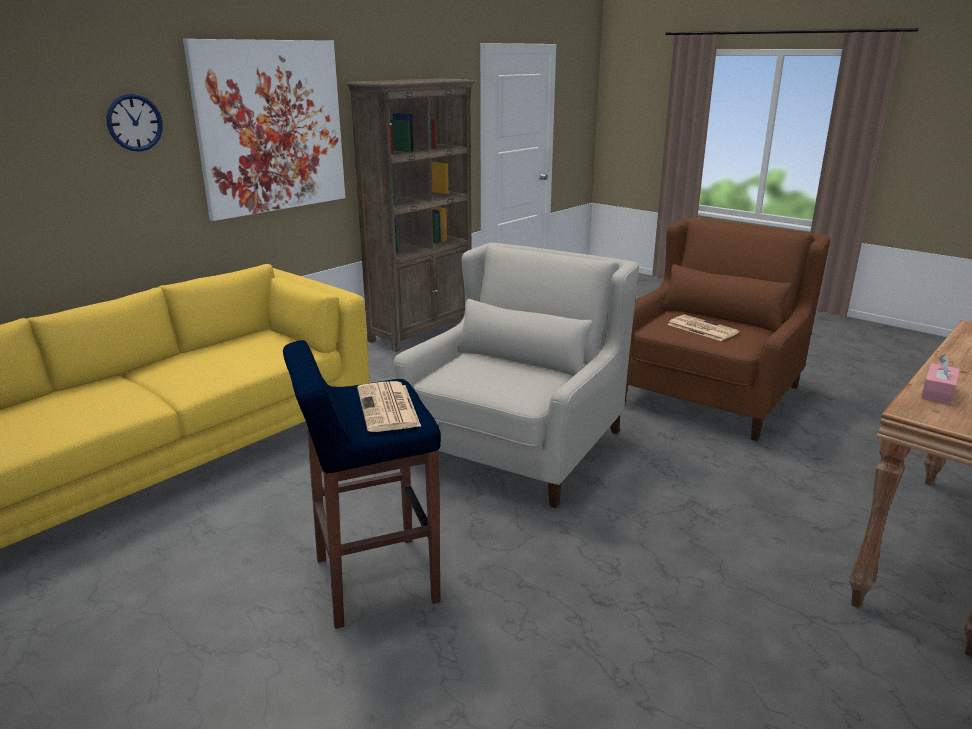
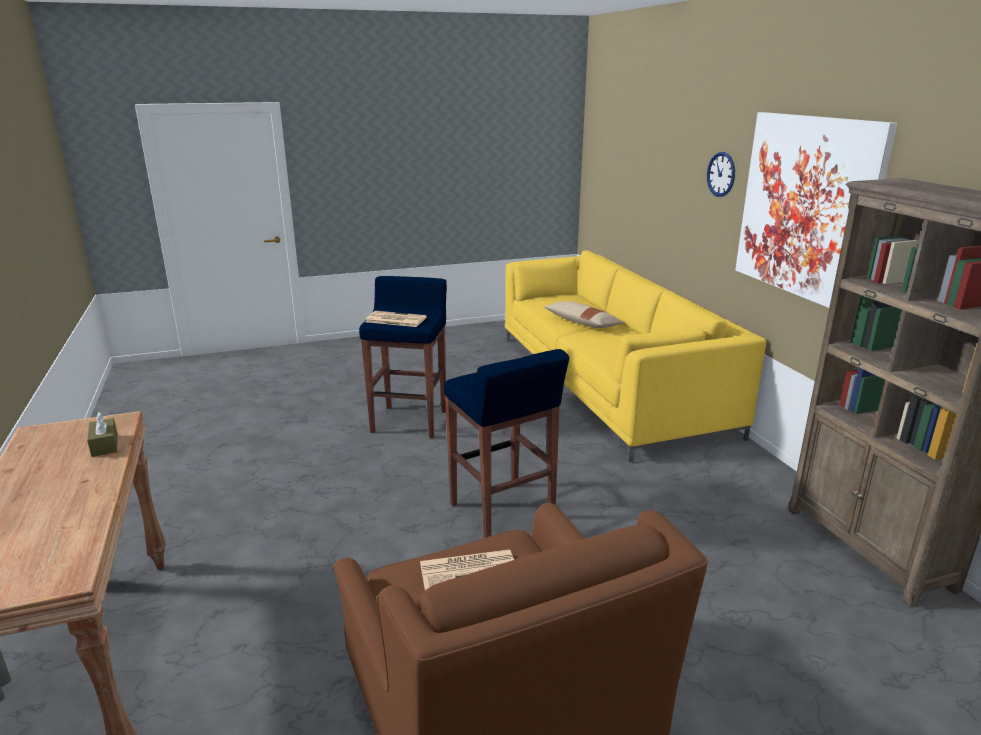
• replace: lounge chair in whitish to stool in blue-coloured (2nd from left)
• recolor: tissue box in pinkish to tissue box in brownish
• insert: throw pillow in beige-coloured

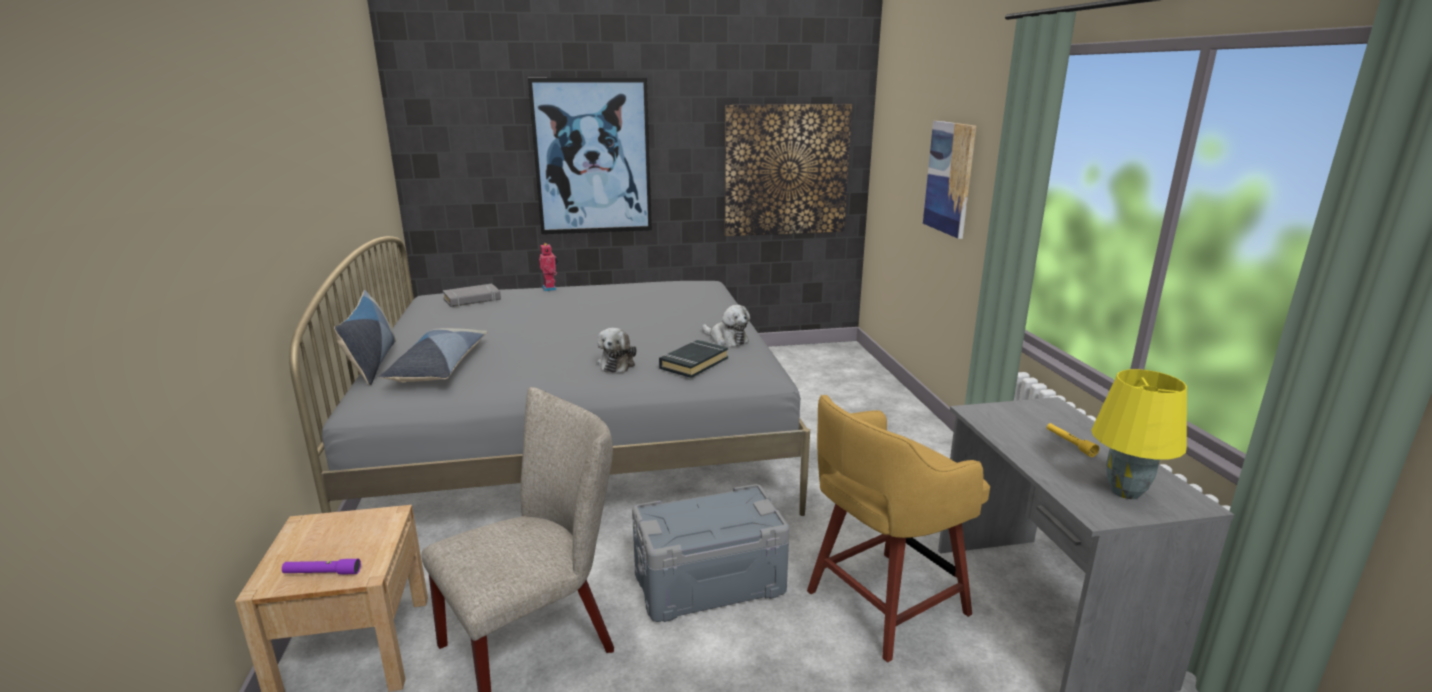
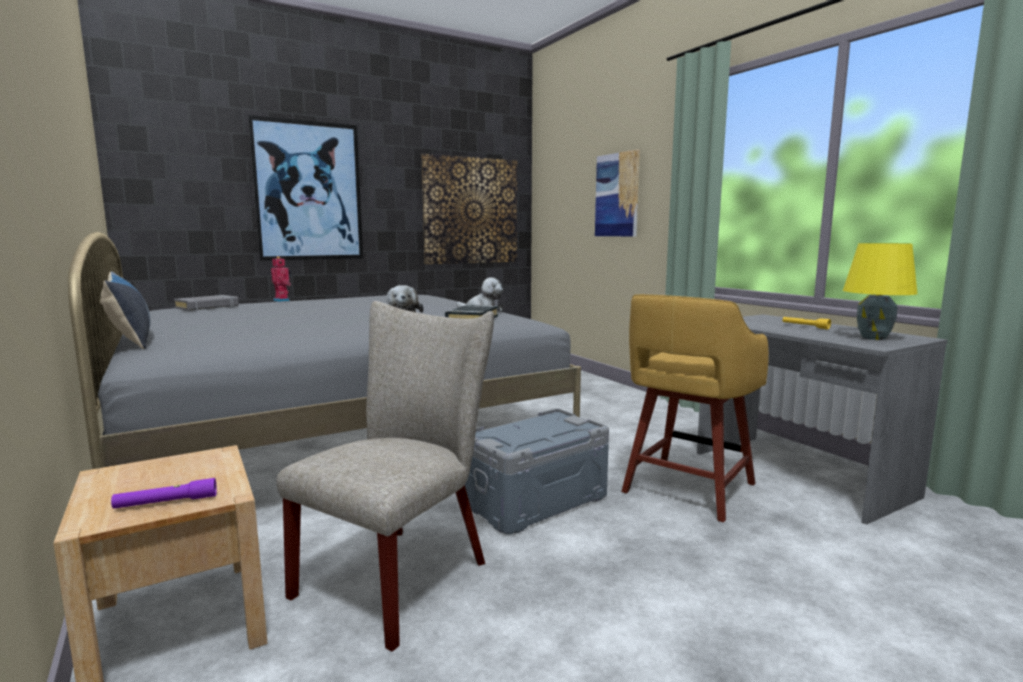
• delete: throw pillow (2nd from left)

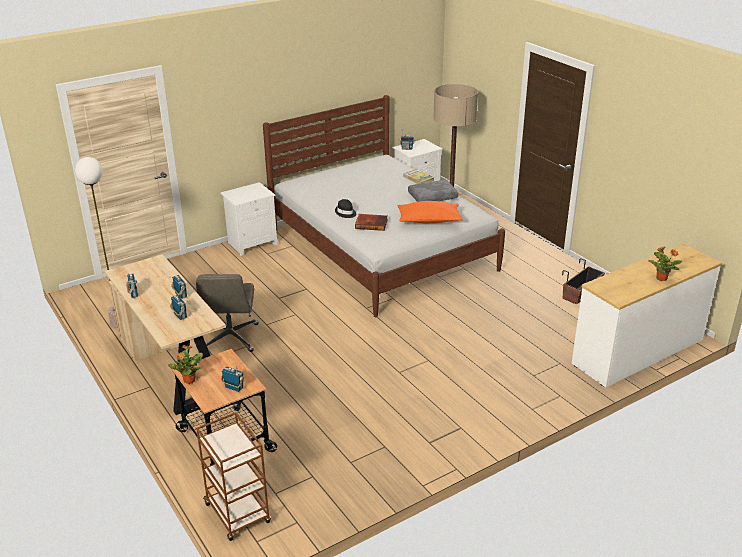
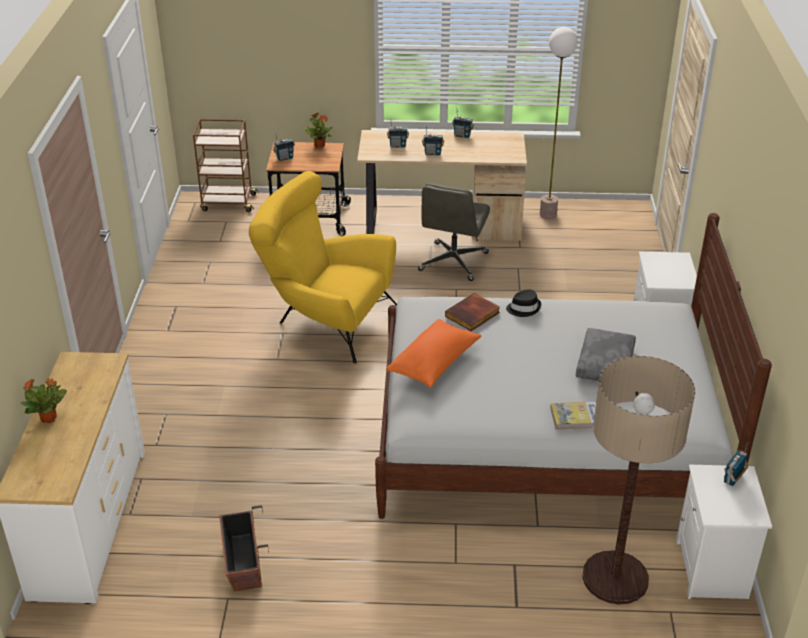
• move: throw pillow in grey
• rotate: office chair in grey 105 degrees counterclockwise
• insert: lounge chair in yellowish

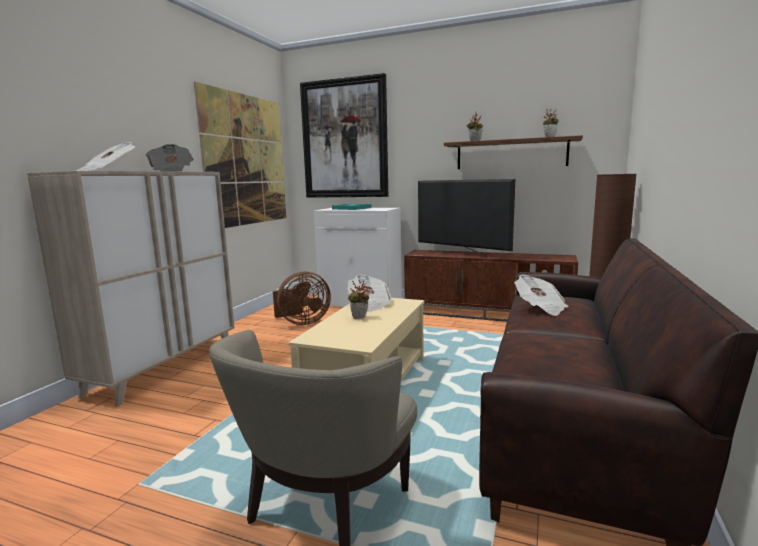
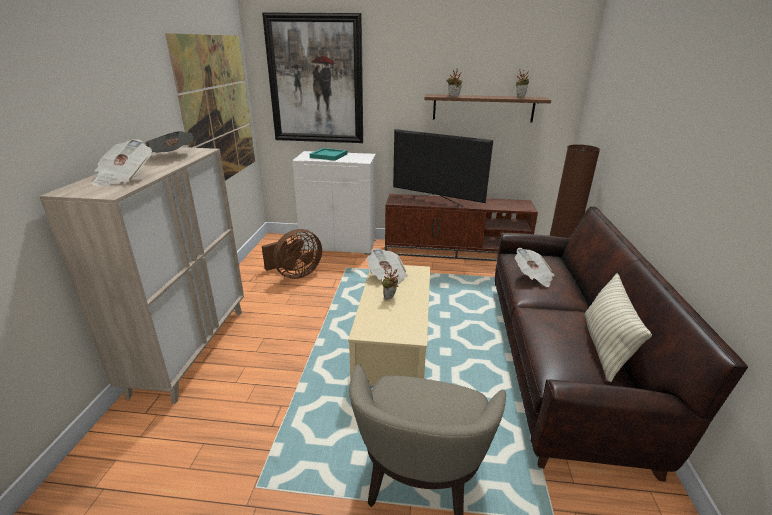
• insert: throw pillow

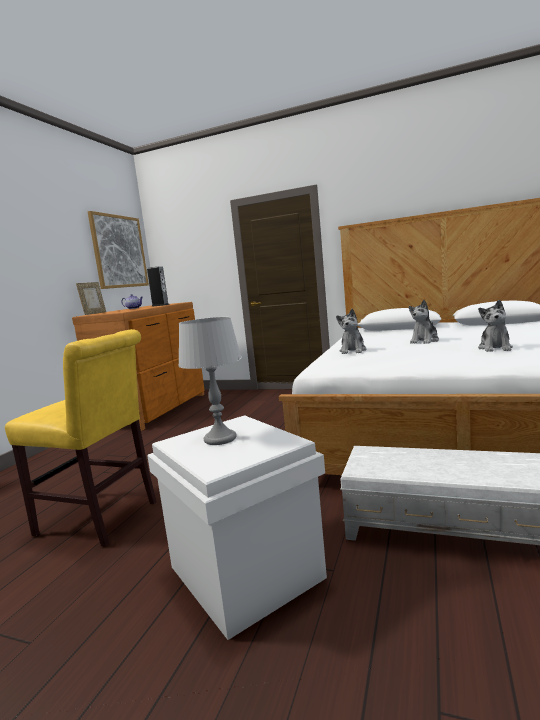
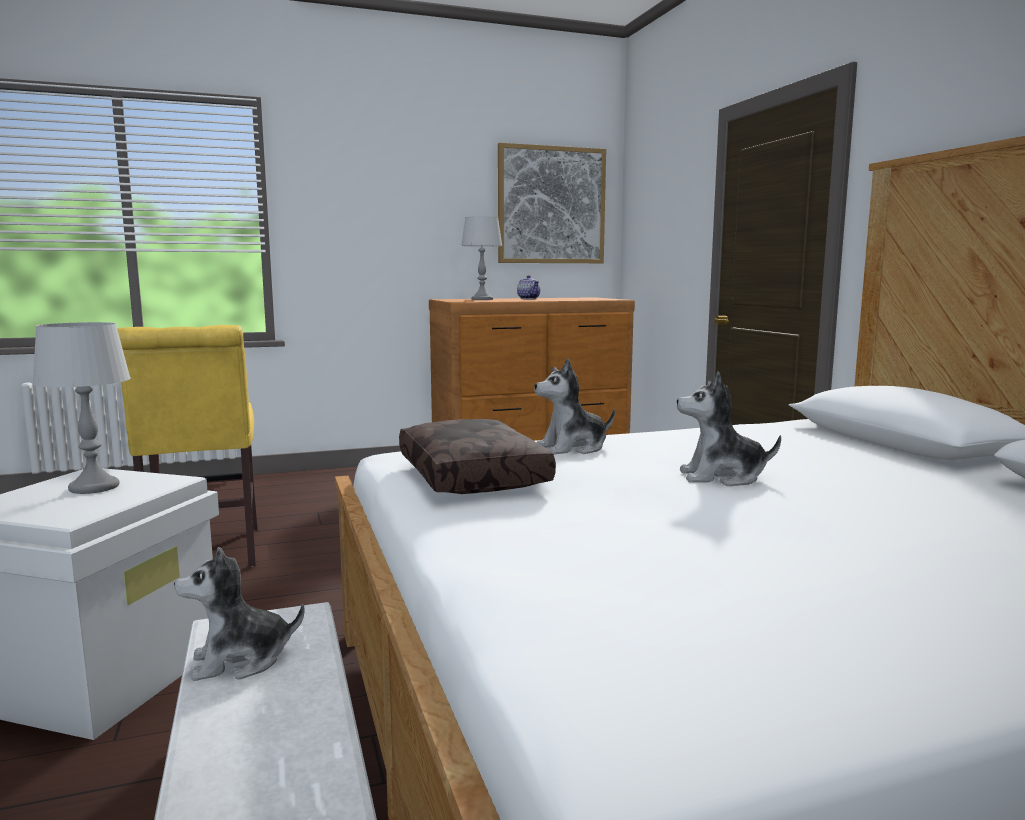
• delete: speaker
• delete: photo frame
• move: soft toy (3rd from left in the first image) to soft toy (1st from left)
• insert: table lamp in grey (2nd from left)
• insert: throw pillow in brownish

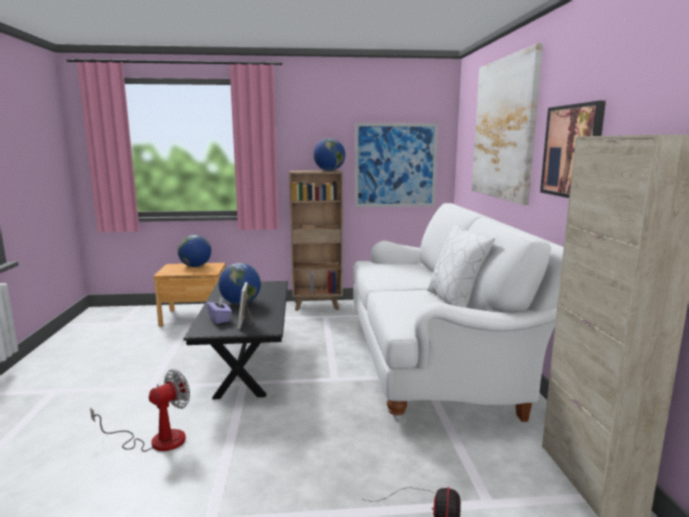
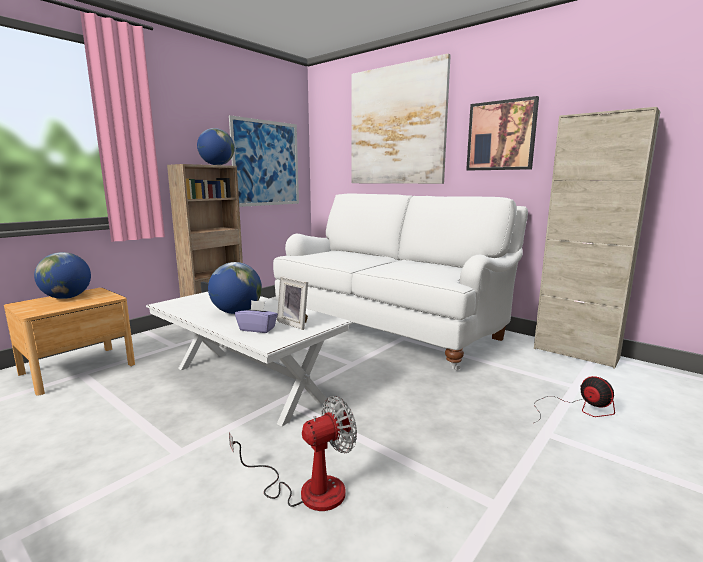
• delete: throw pillow in whitish
• recolor: low table in blackish to low table in whitish
• rotate: electric fan (1st from left) 60 degrees clockwise

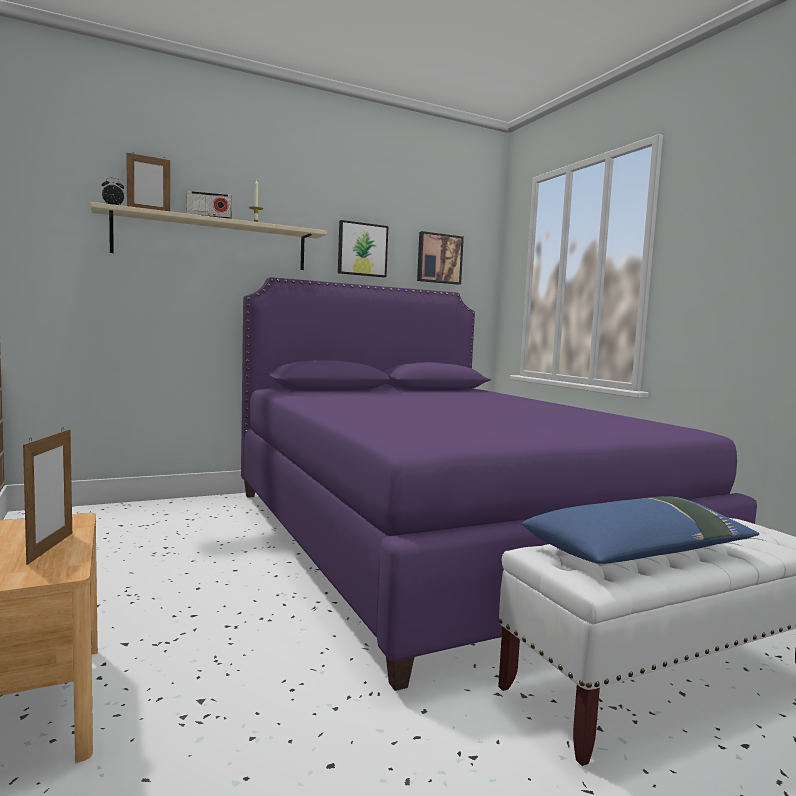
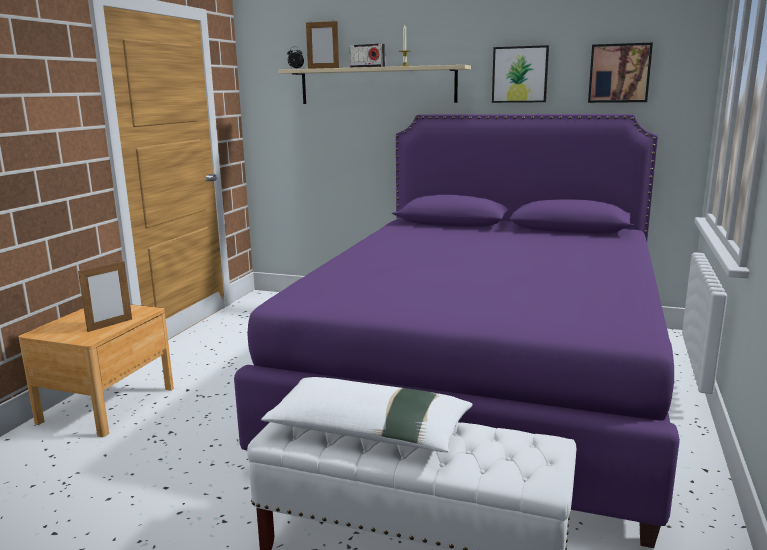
• recolor: throw pillow in blue-coloured to throw pillow in whitish

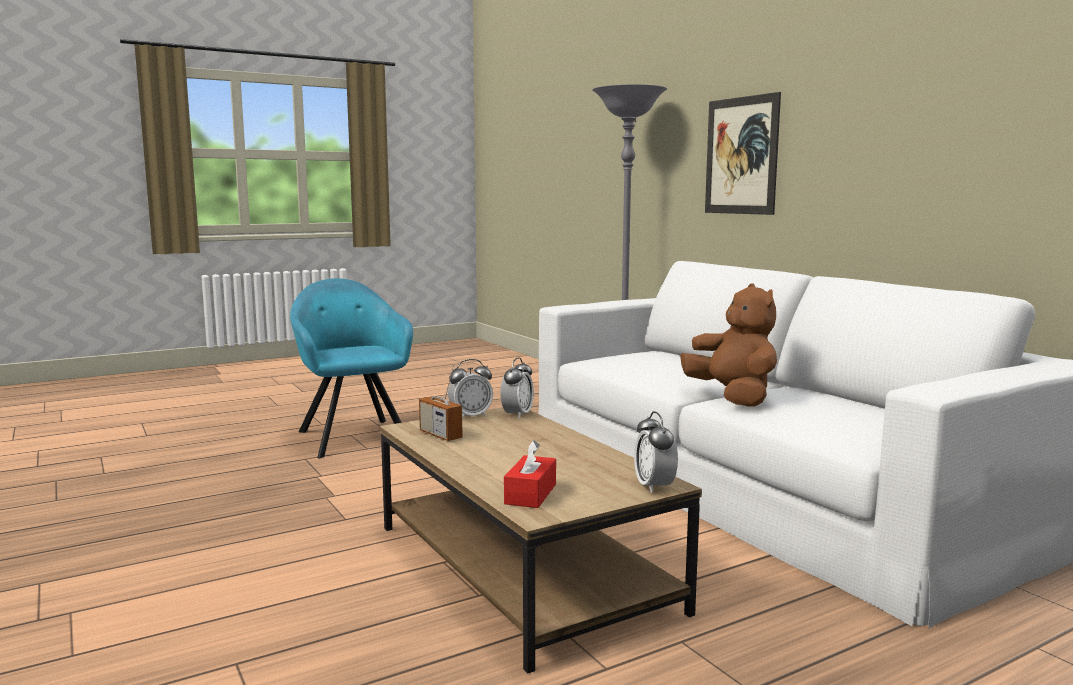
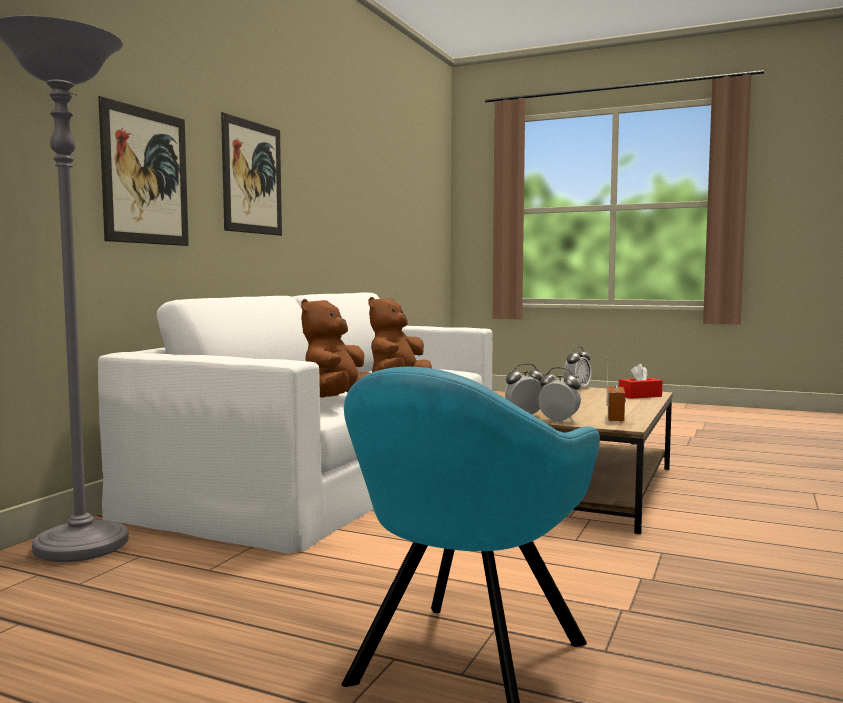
• insert: picture (2nd from left)
• insert: soft toy in brownish (1st from left)

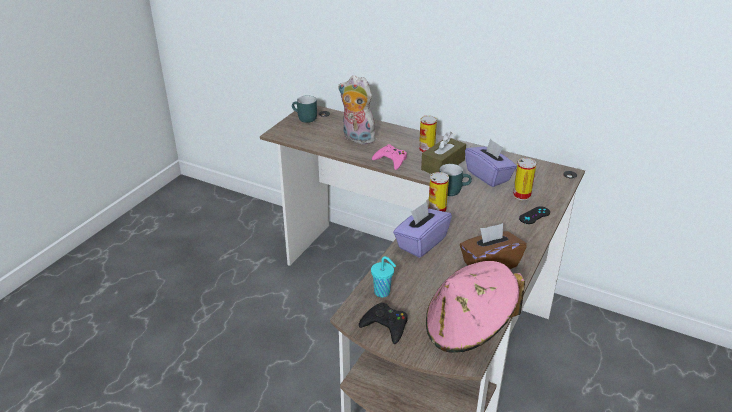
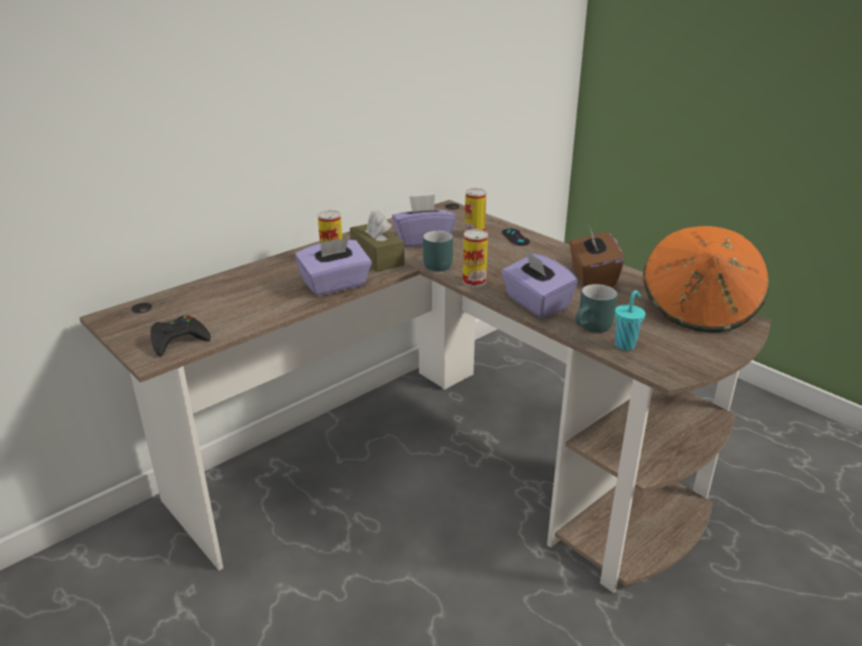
• delete: soft toy
• move: coffee mug in blue-green (1st from left in the first image) to coffee mug in blue-green (2nd from left)
• replace: gamepad in pinkish to tissue box in purple-coloured (1st from left)
• recolor: hat in pinkish to hat in orangey
• move: gamepad in blackish (1st from left)

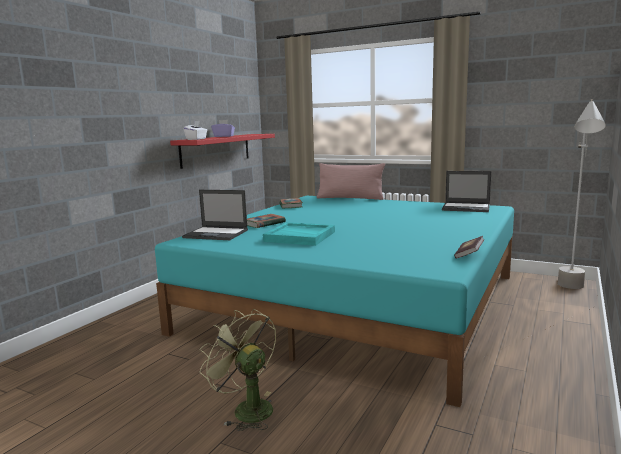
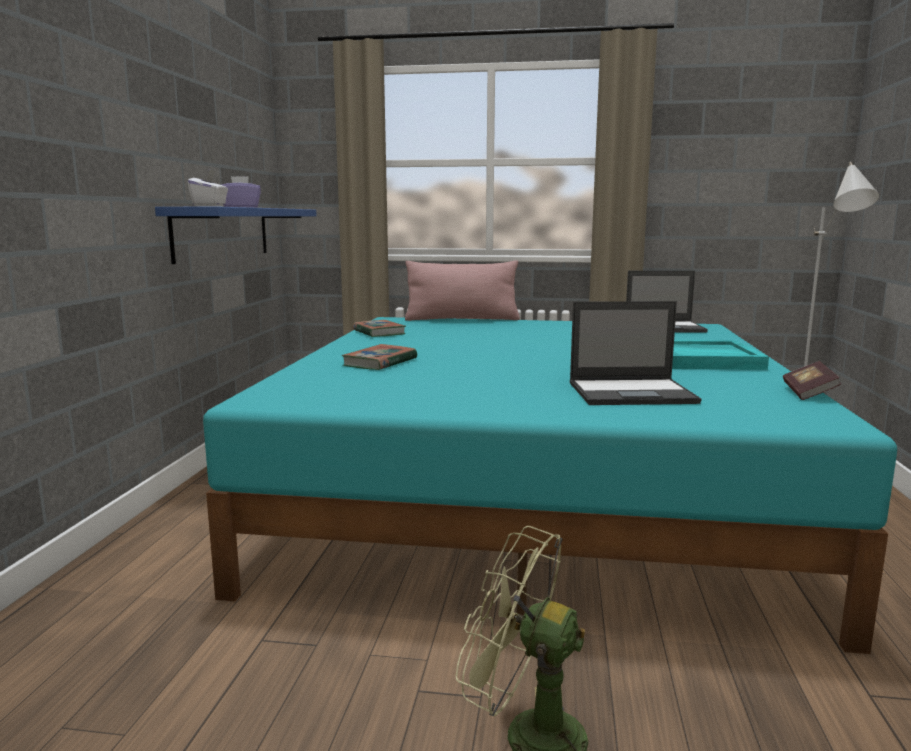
• recolor: shelf in red-coloured to shelf in blue-coloured
• move: laptop (1st from left)
• move: serving tray in blue-green

